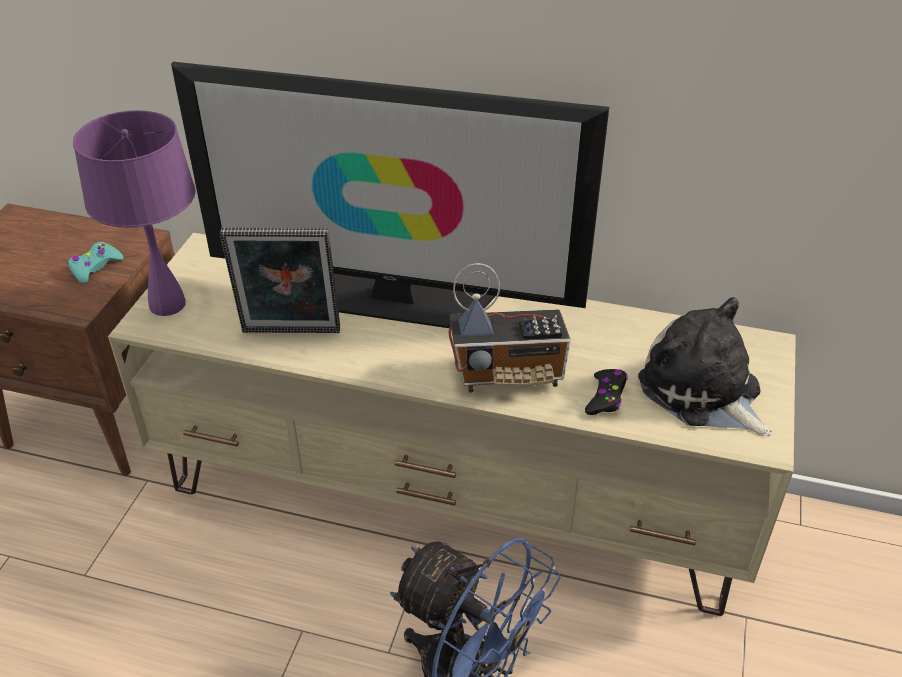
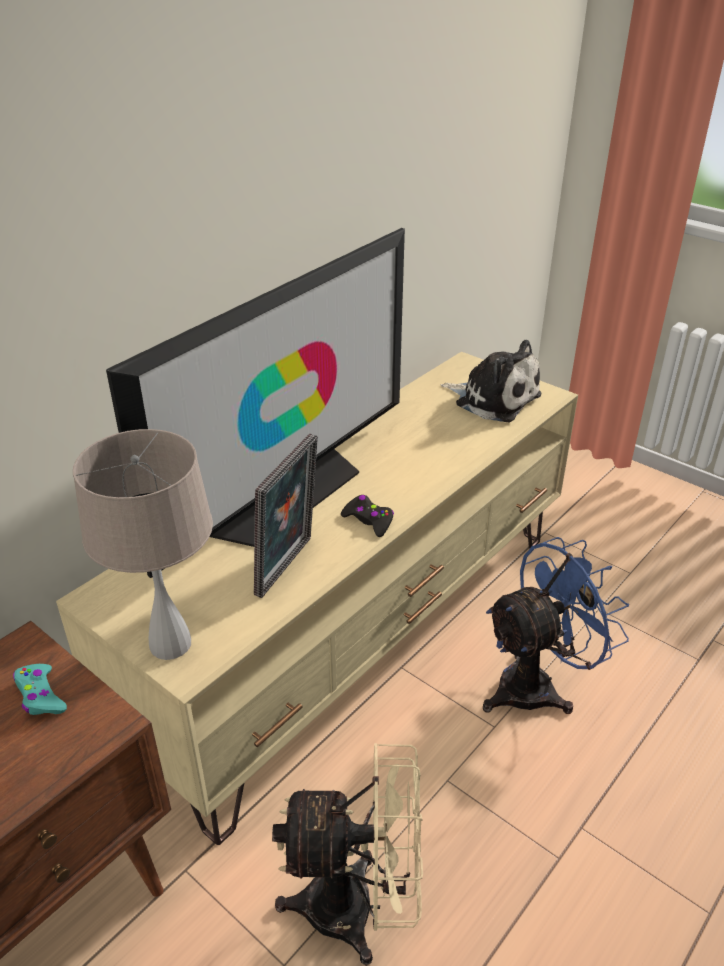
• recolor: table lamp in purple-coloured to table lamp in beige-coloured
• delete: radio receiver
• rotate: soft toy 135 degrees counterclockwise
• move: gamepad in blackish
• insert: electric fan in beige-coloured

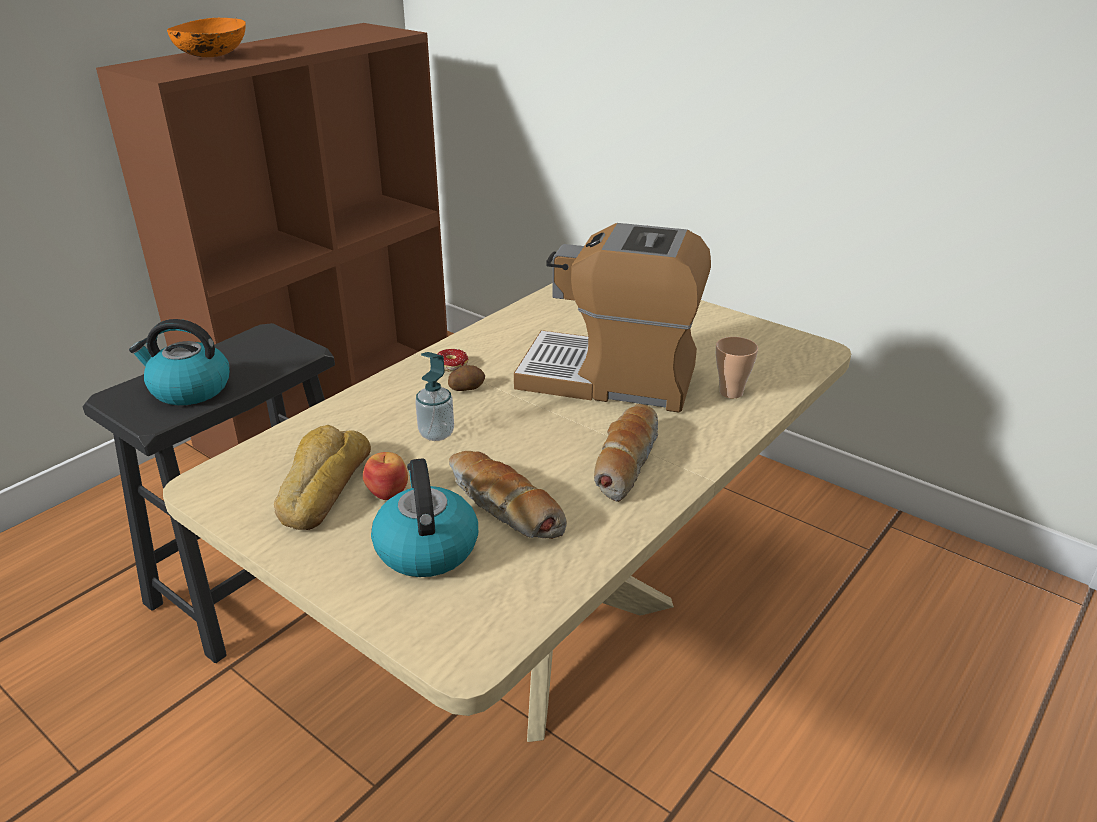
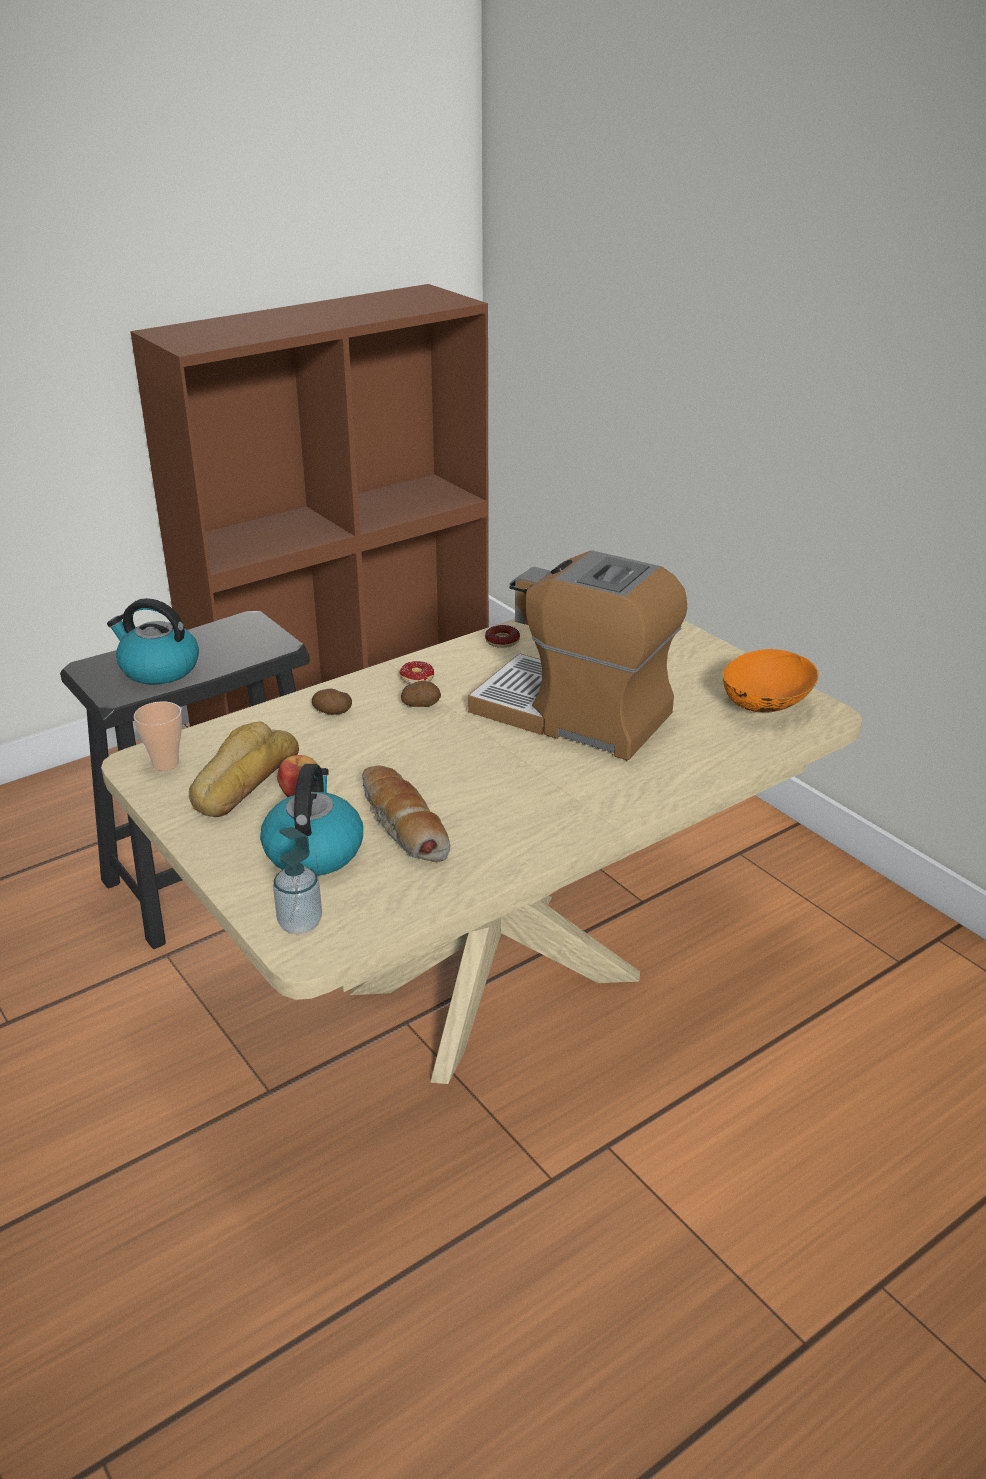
• move: serving bowl in orangey
• move: small cup
• move: soap bottle
• delete: bread (3rd from left)
• insert: doughnut (2nd from left)
• insert: potato (1st from left)

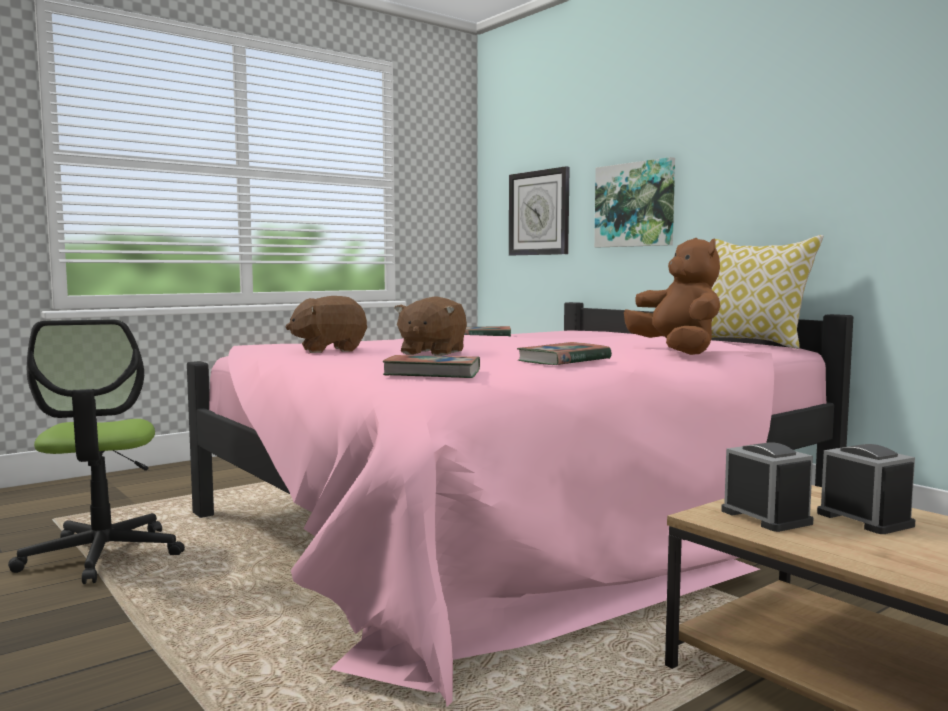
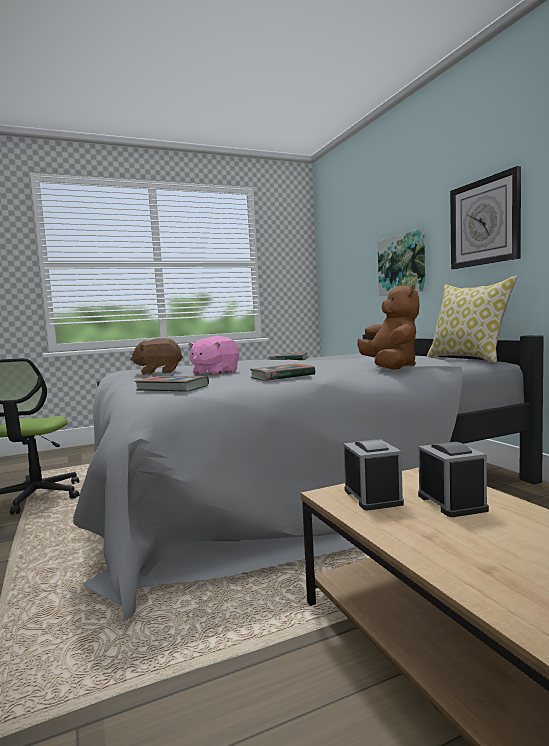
• move: clock on the wall
• recolor: soft toy in brownish (2nd from left) to soft toy in pinkish
• recolor: sleeping bed in pinkish to sleeping bed in grey

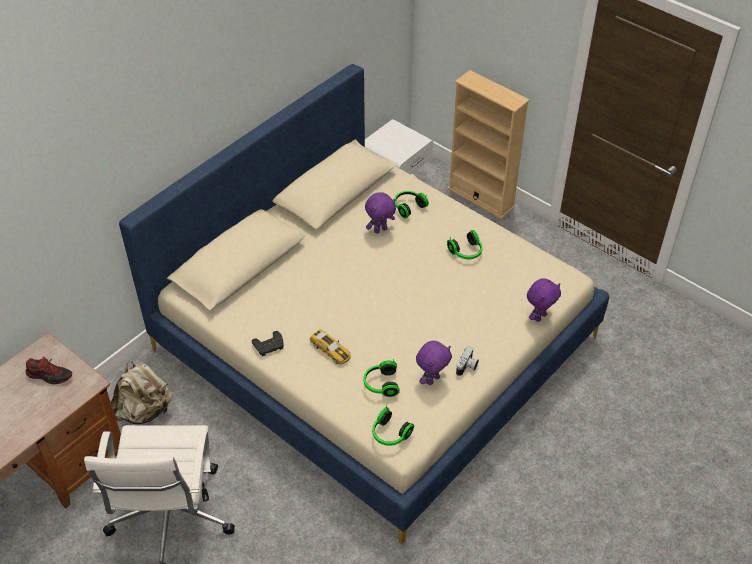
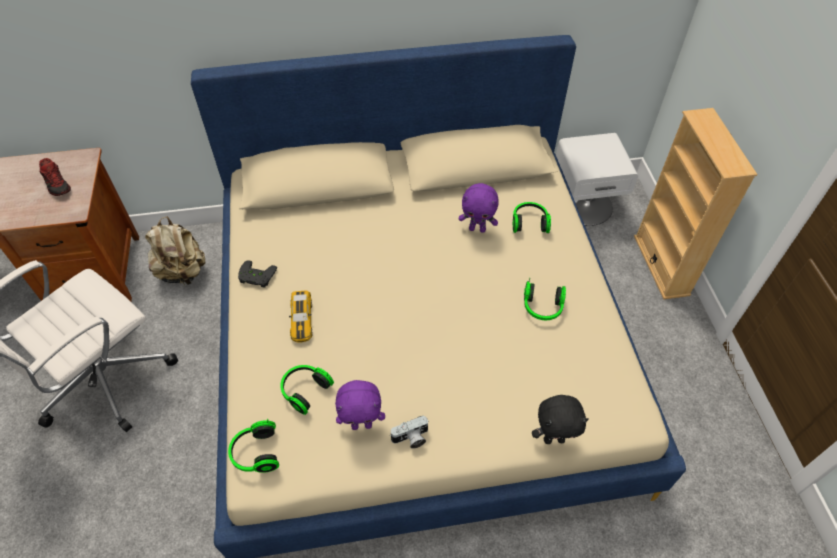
• recolor: soft toy in purple-coloured (3rd from left) to soft toy in blackish

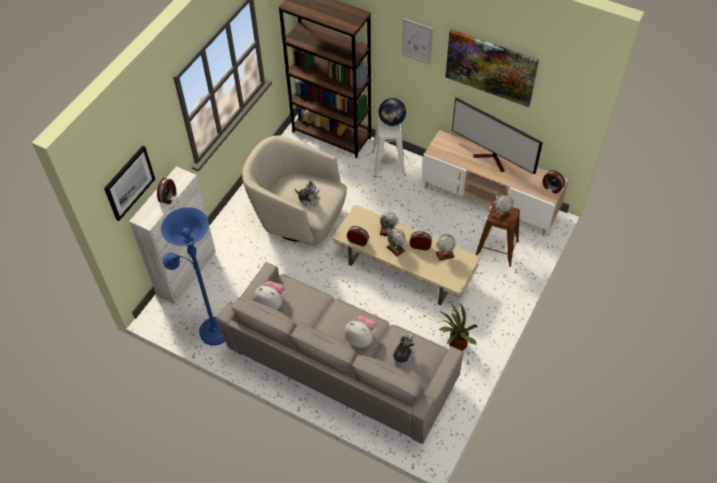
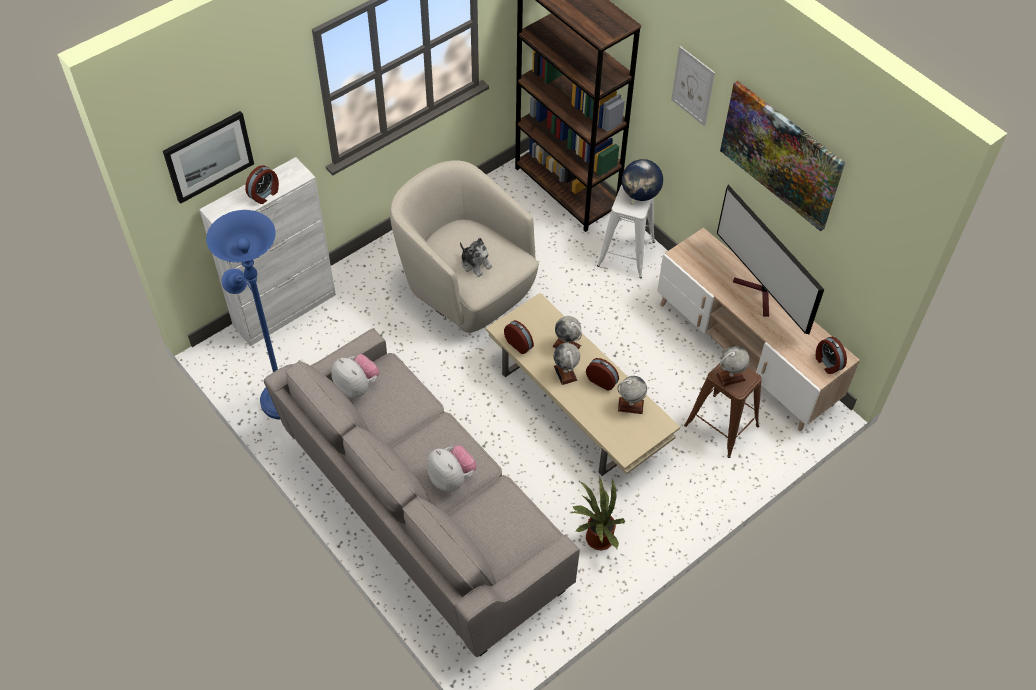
• delete: soft toy (4th from left)

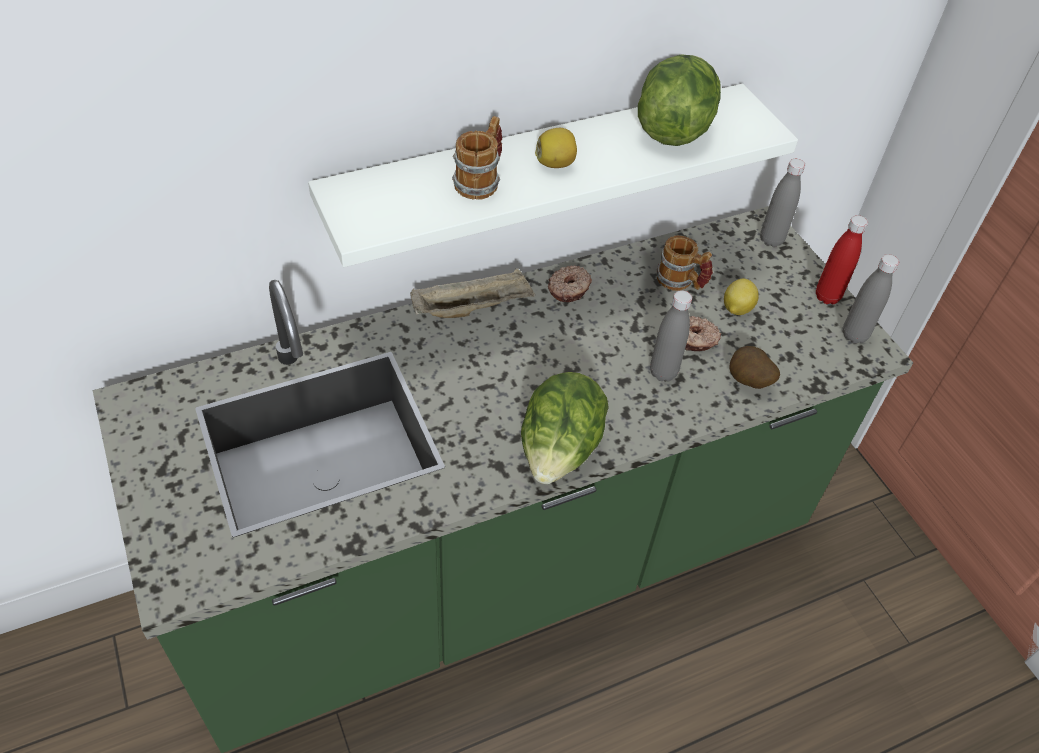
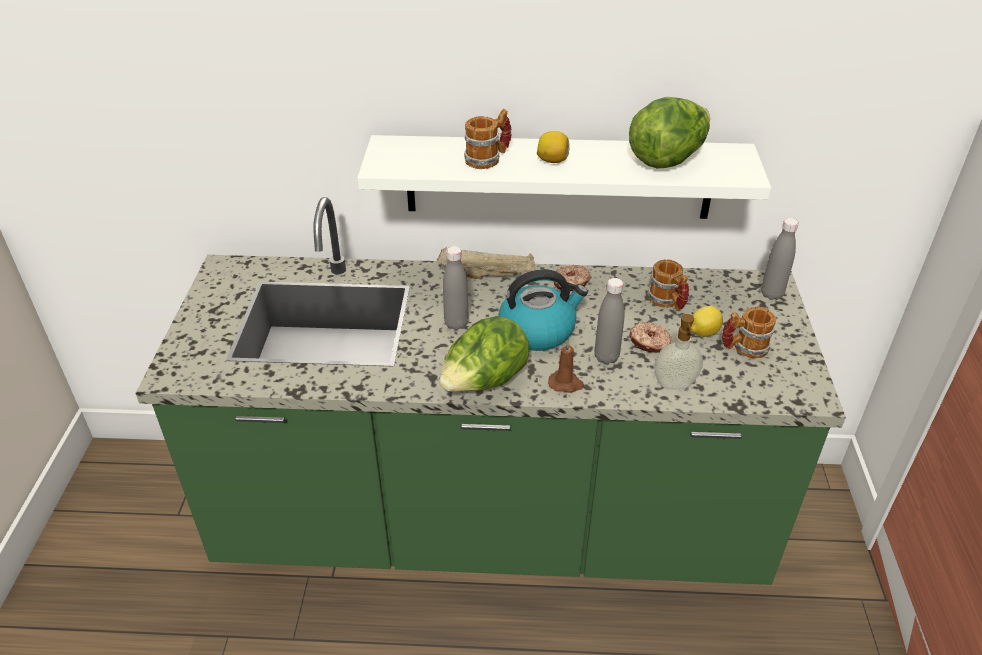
• delete: drink bottle in red-coloured
• move: drink bottle in grey (3rd from left in the first image) to drink bottle in grey (1st from left)
• replace: potato to soap bottle
• insert: kettle
• insert: coffee mug (3rd from left)
• insert: wax light in brownish

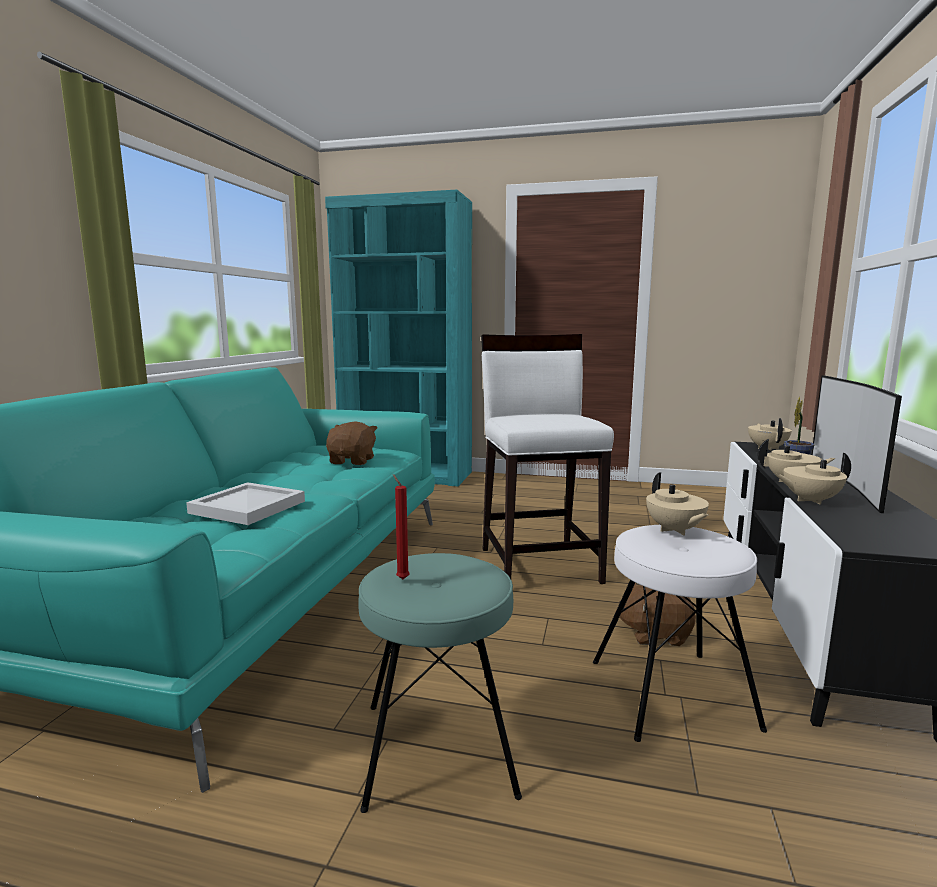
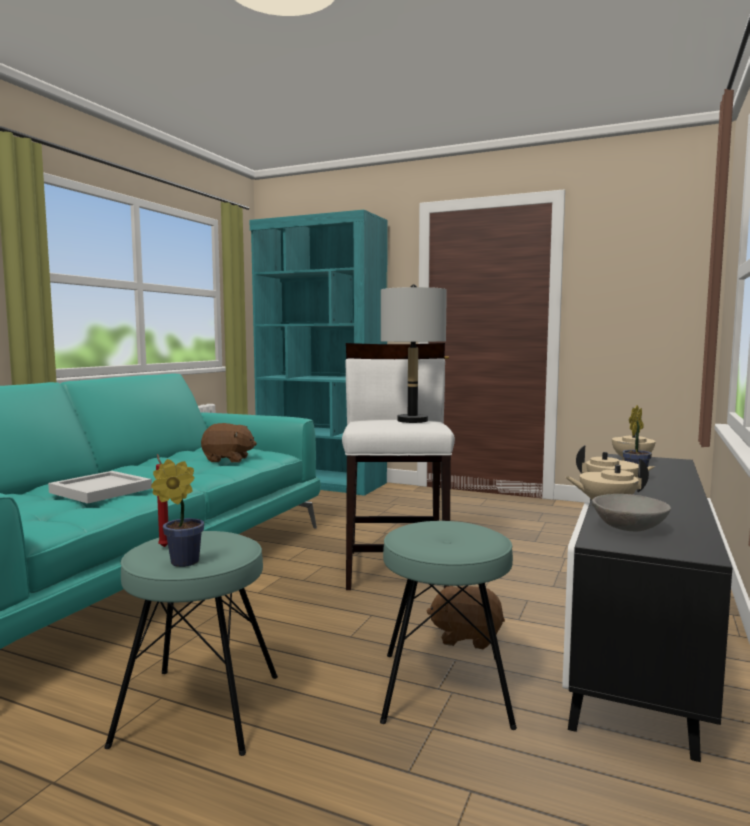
• delete: television
• rotate: soft toy in brownish (1st from left) 75 degrees clockwise
• delete: pot for tea in beige-coloured (1st from left)
• recolor: stool in whitish (2nd from left) to stool in blue-green (2nd from left)
• insert: table lamp in grey
• insert: potted plant (1st from left)
• insert: serving bowl in grey

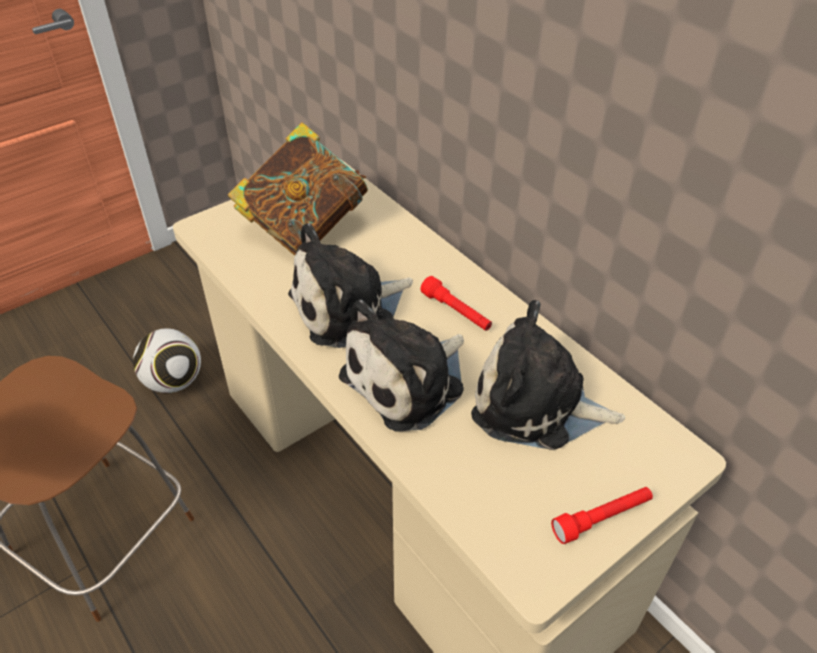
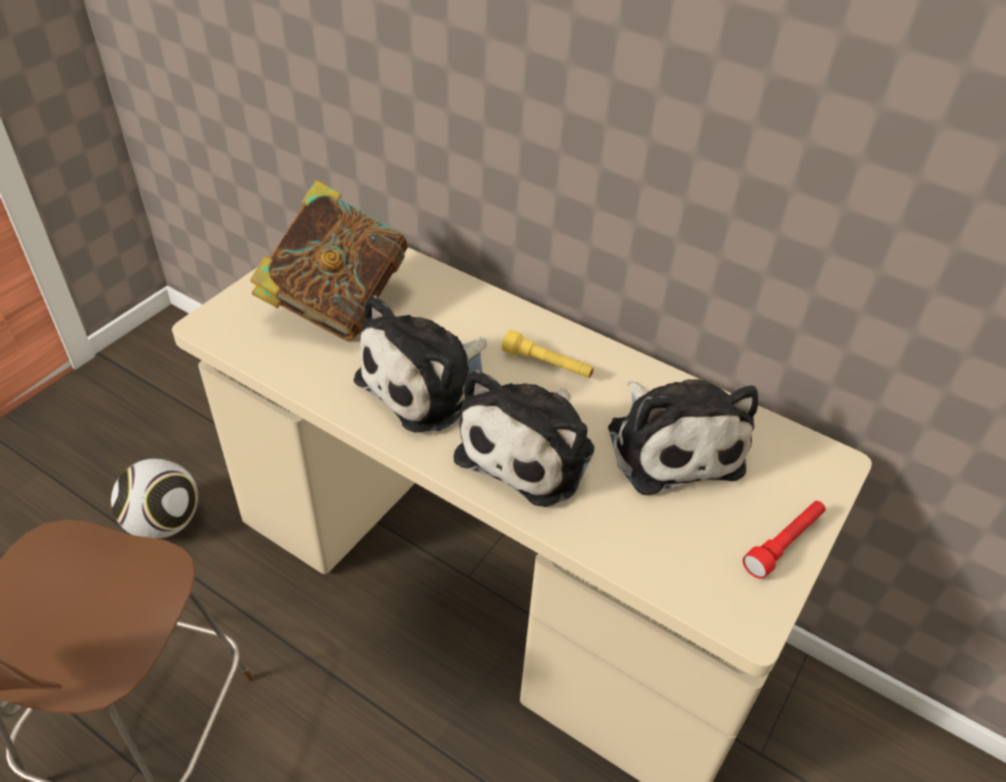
• recolor: flashlight in red-coloured (1st from left) to flashlight in yellowish
• rotate: soft toy (3rd from left) 105 degrees counterclockwise

